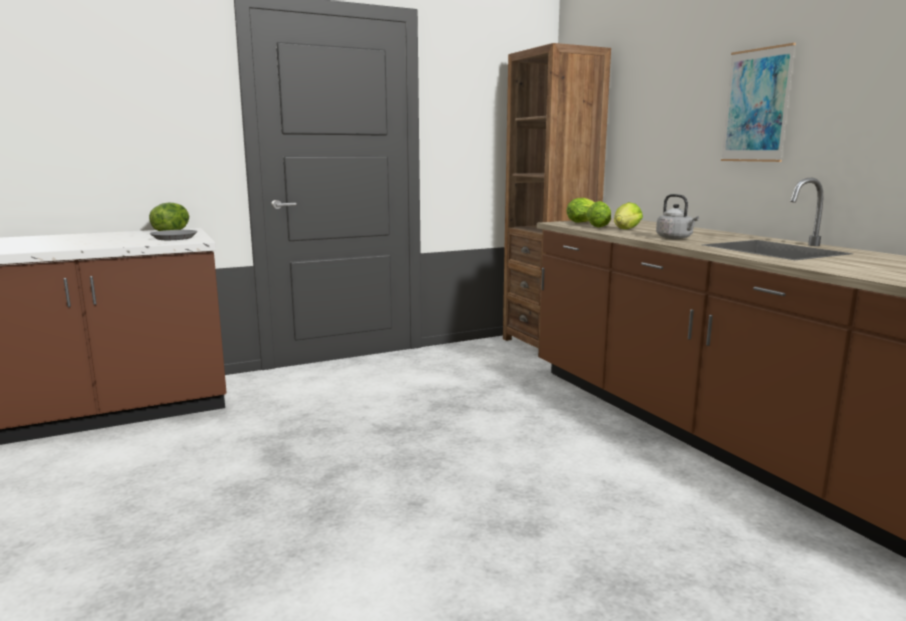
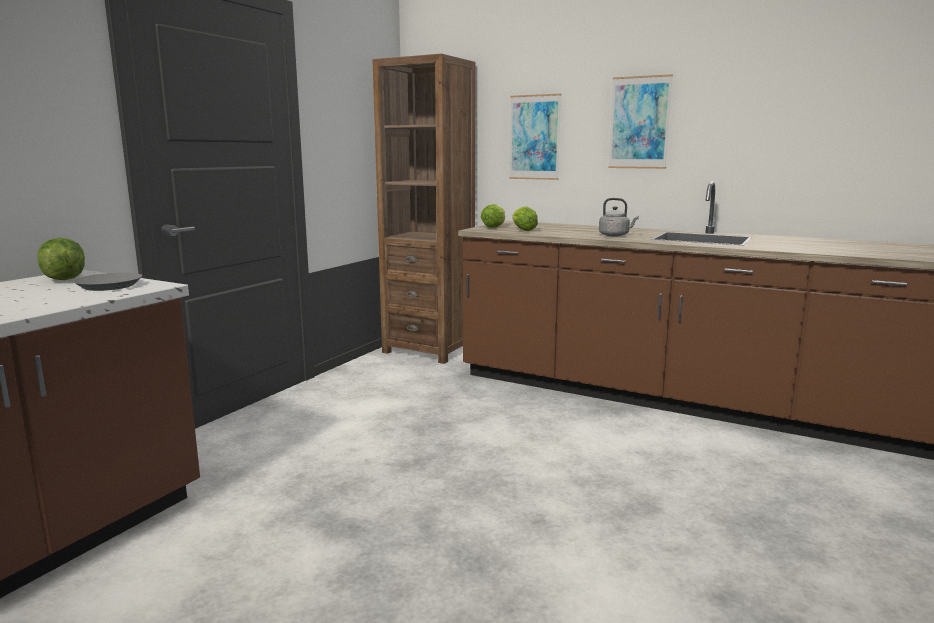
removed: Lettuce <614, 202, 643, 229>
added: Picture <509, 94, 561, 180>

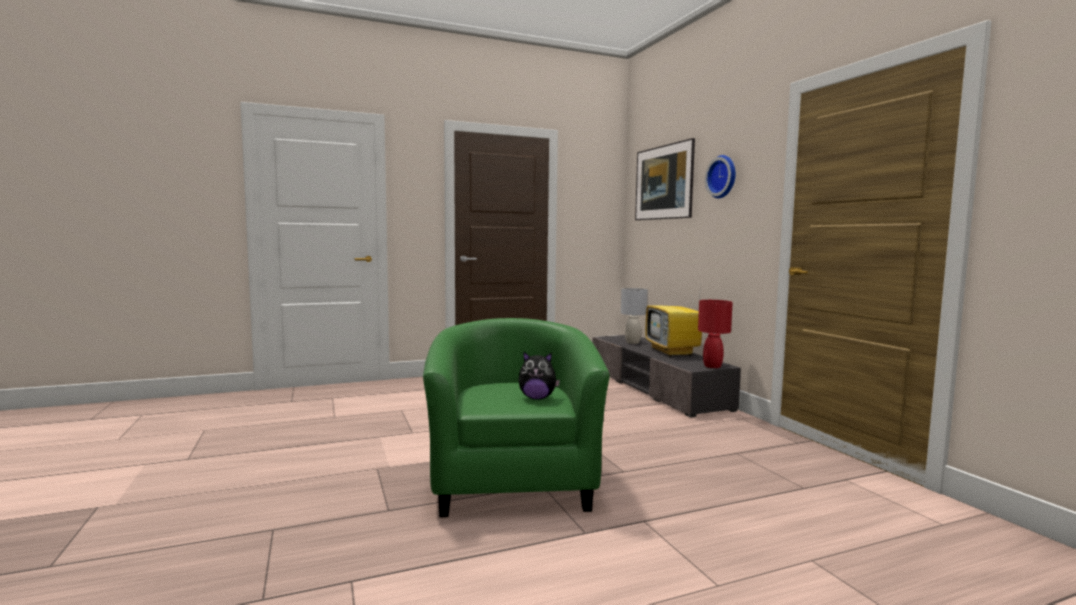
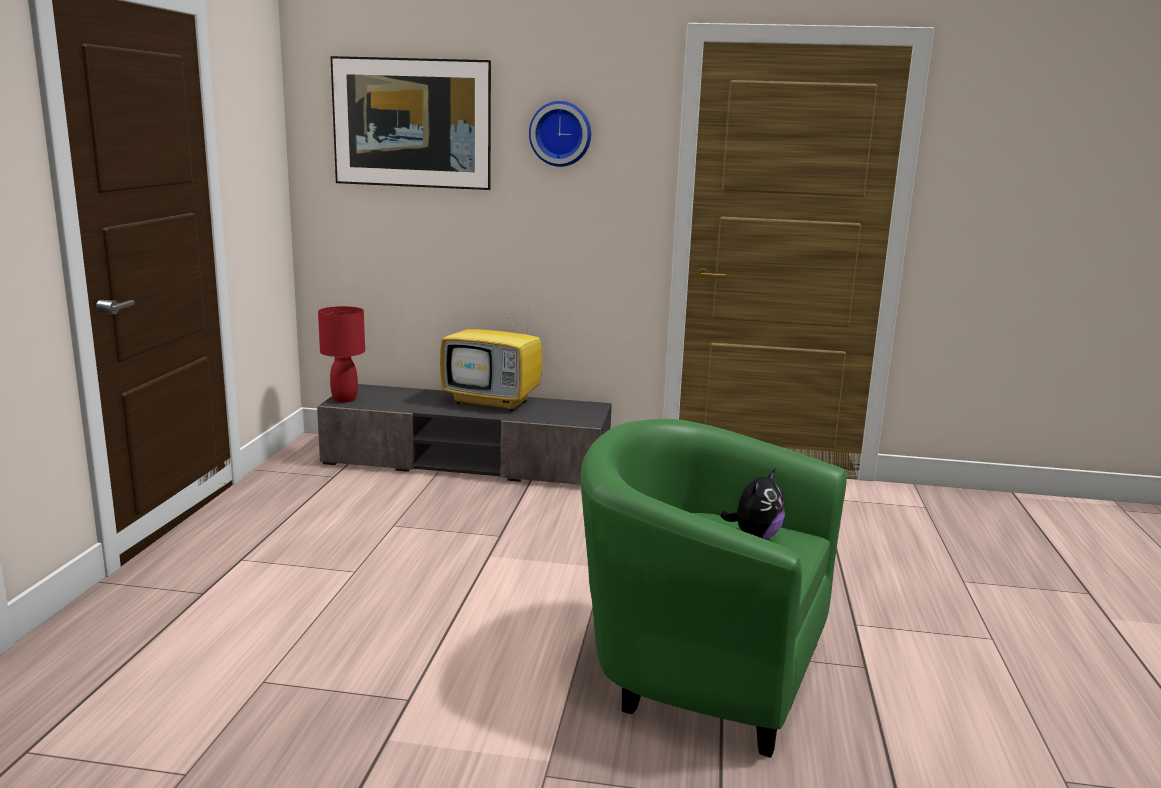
removed: GreyTableLamp <621, 288, 648, 344>
moved: RedTableLamp <698, 300, 733, 368> to <318, 306, 365, 403>

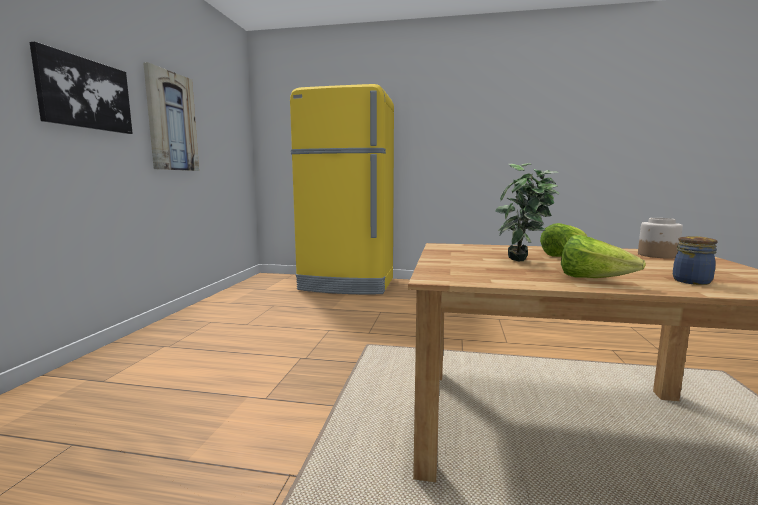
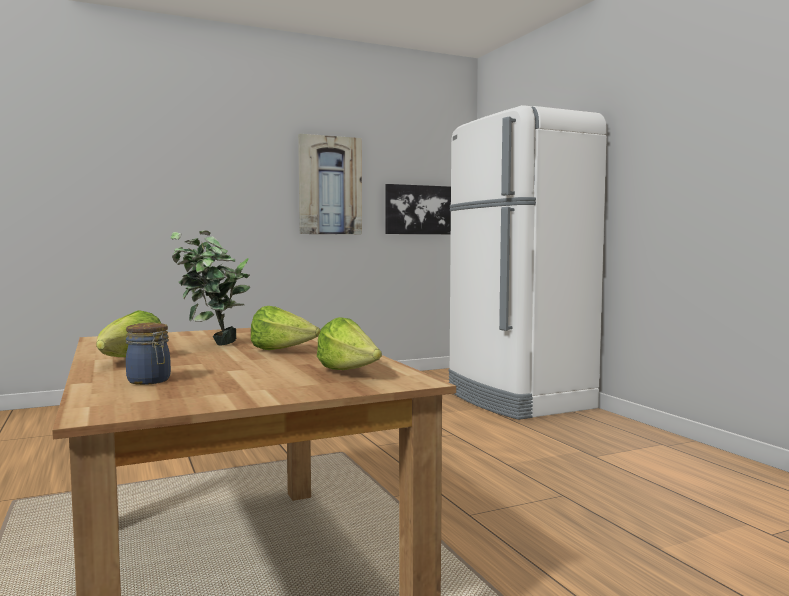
moved: Picture <30, 42, 133, 134> to <385, 184, 451, 234>
replaced: Jar <638, 218, 683, 259> to Lettuce <317, 317, 382, 370>
recoloured: YellowFridge <290, 84, 394, 294> to WhiteFridge <448, 105, 607, 420>

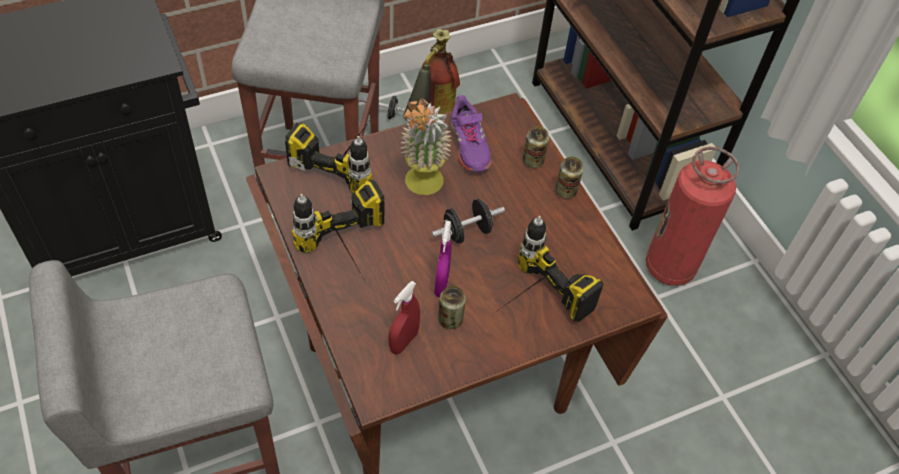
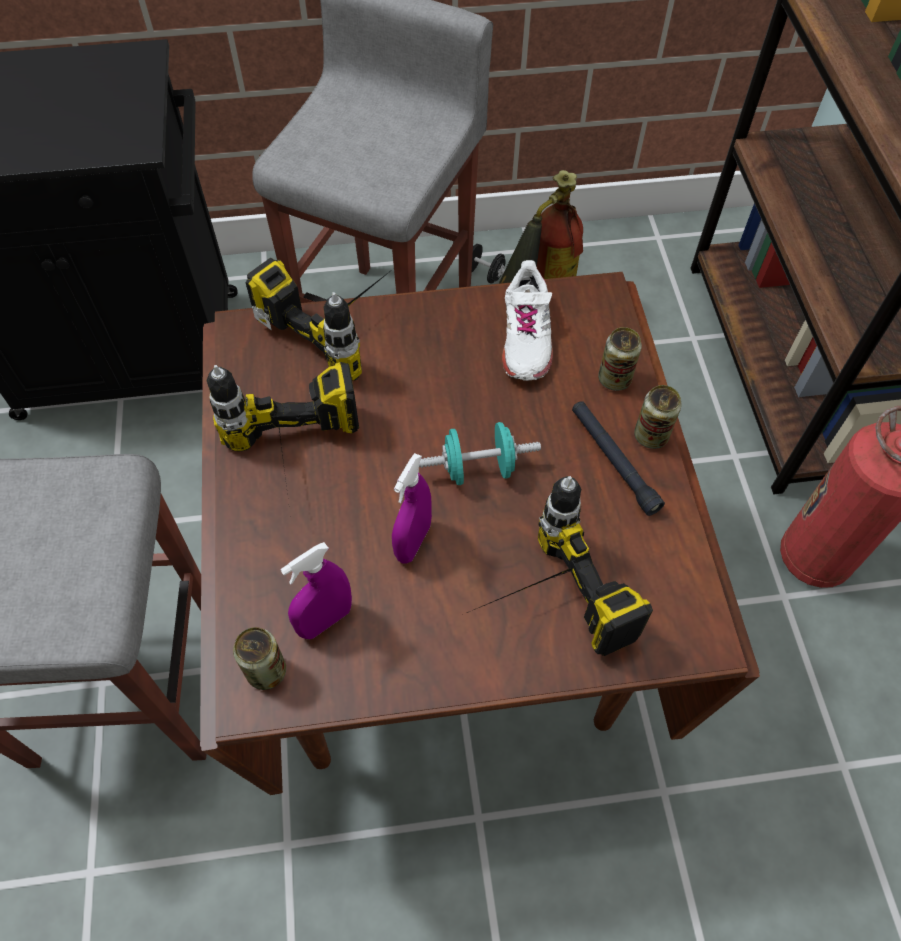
removed: PottedPlant <401, 98, 452, 195>
added: BlackFlashlight <572, 401, 665, 516>
moved: Can <438, 286, 466, 329> to <233, 627, 286, 690>
recoloured: RedSprayBottle <389, 281, 420, 354> to PurpleSprayBottle <280, 542, 352, 639>; BlackDumbbell <432, 199, 505, 244> to TurquoiseDumbbell <419, 422, 541, 485>; PurpleShoe <451, 95, 492, 172> to WhiteShoe <502, 260, 553, 381>

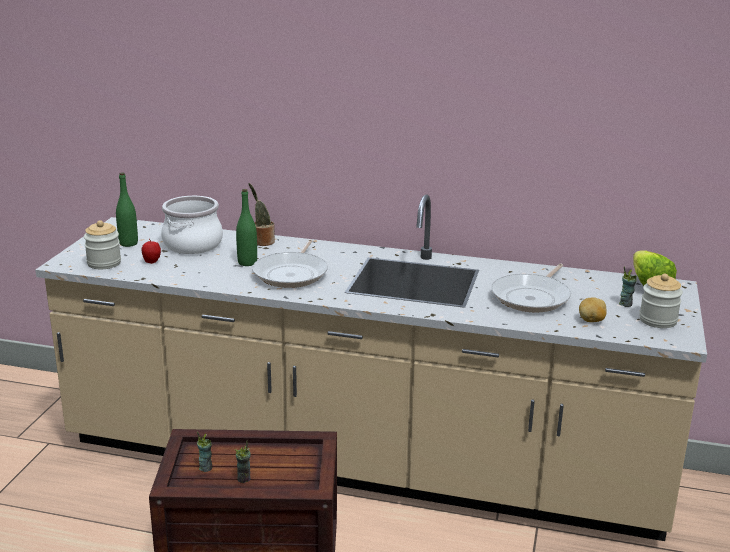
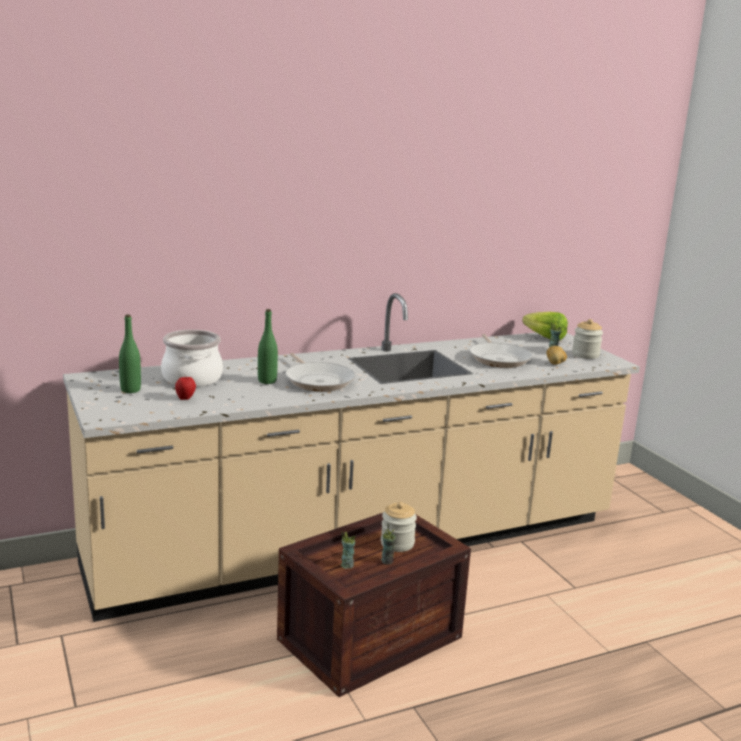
removed: PottedPlant <248, 183, 275, 246>
moved: Jar <84, 220, 121, 269> to <381, 502, 417, 552>

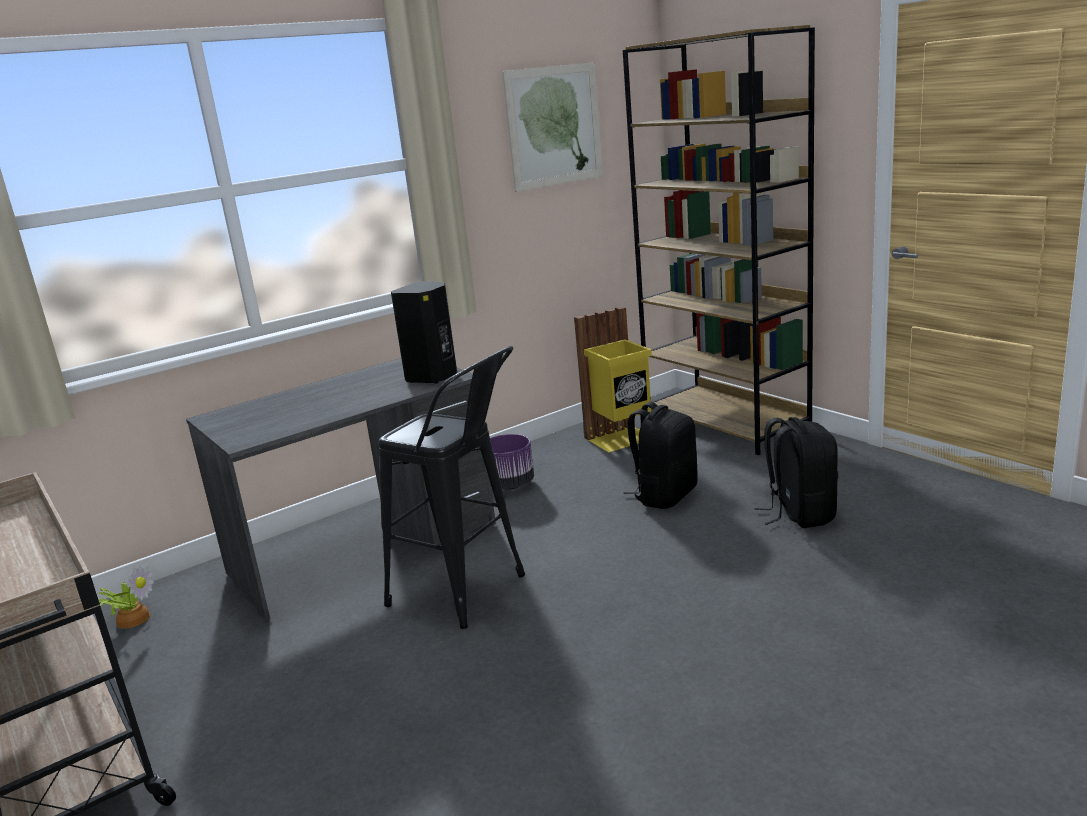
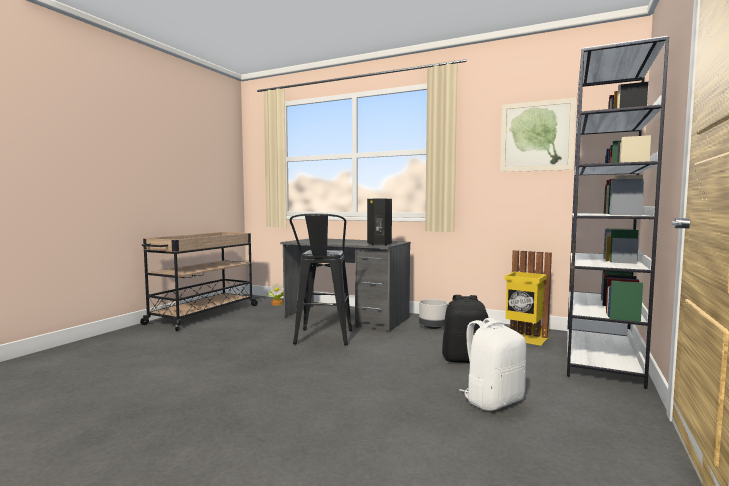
recoloured: PurplePlanter <490, 434, 534, 490> to GreyPlanter <419, 299, 448, 329>; BlackBackpack <754, 417, 838, 528> to WhiteBackpack <459, 318, 526, 411>; BrownBookcase <623, 25, 815, 455> to WhiteBookcase <567, 36, 669, 389>

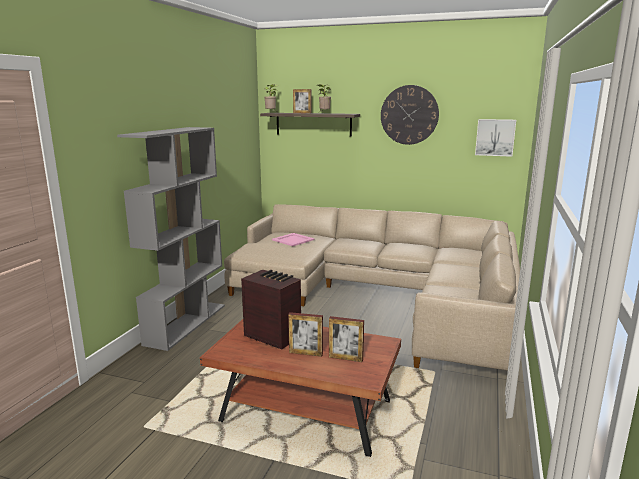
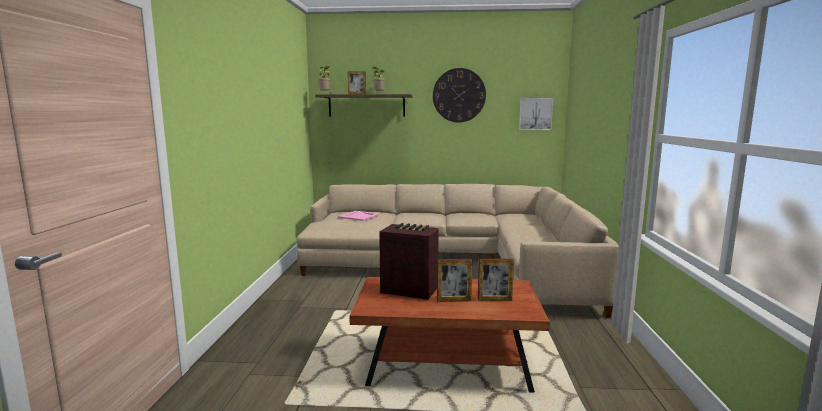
removed: GreyBookcase <117, 127, 225, 351>

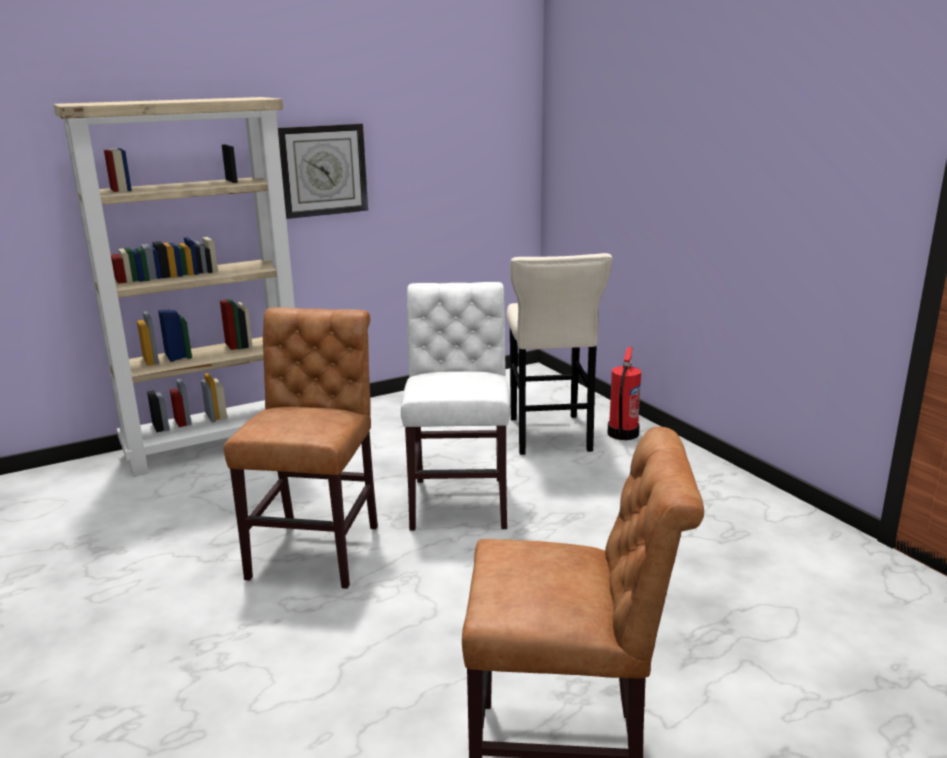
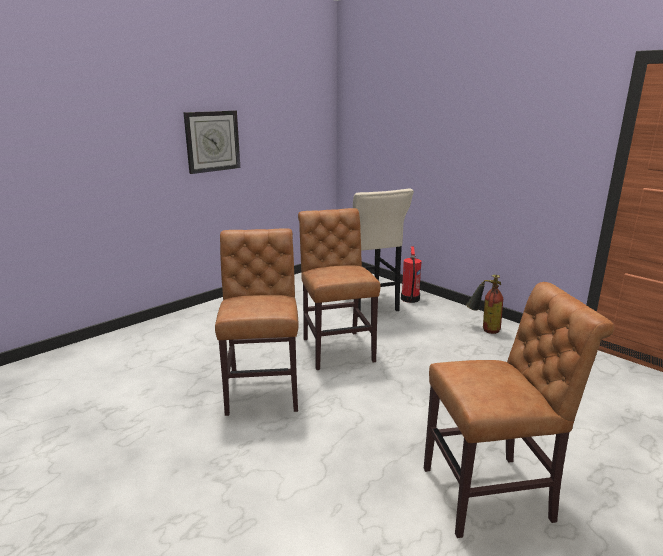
removed: BeigeBookcase <53, 97, 295, 477>
added: FireExtinguisher <466, 275, 503, 334>
recoloured: WhiteChair <401, 282, 511, 531> to BrownChair <298, 208, 381, 370>

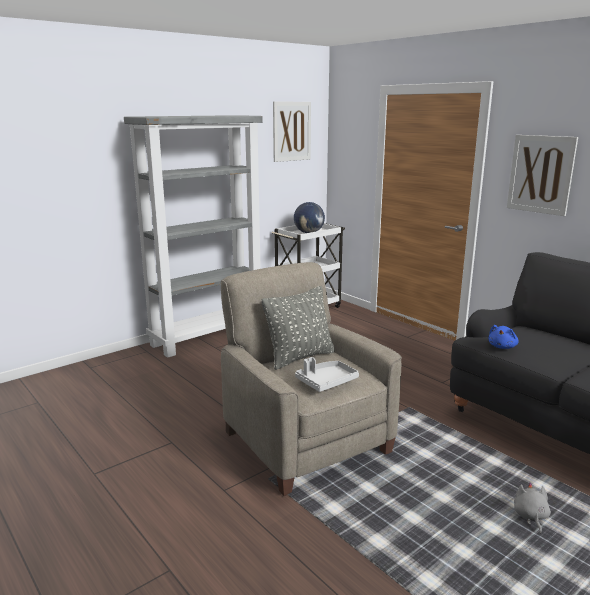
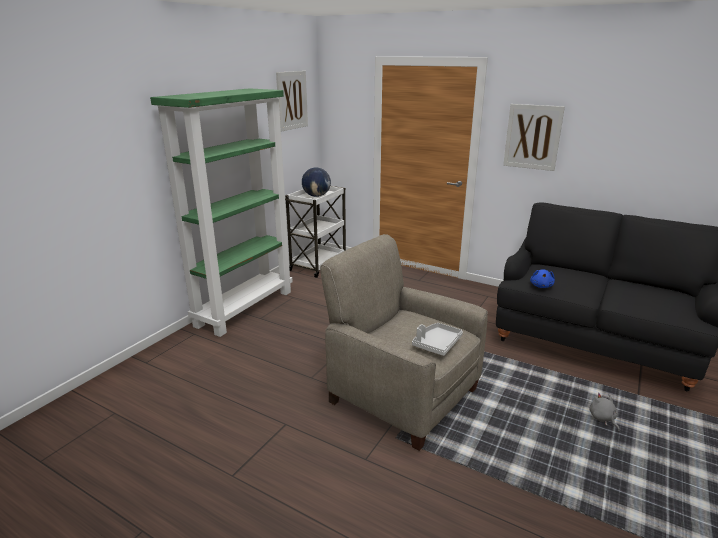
removed: GreyPillow <261, 286, 335, 370>
recoloured: GreyBookcase <124, 115, 263, 358> to GreenBookcase <150, 88, 293, 337>

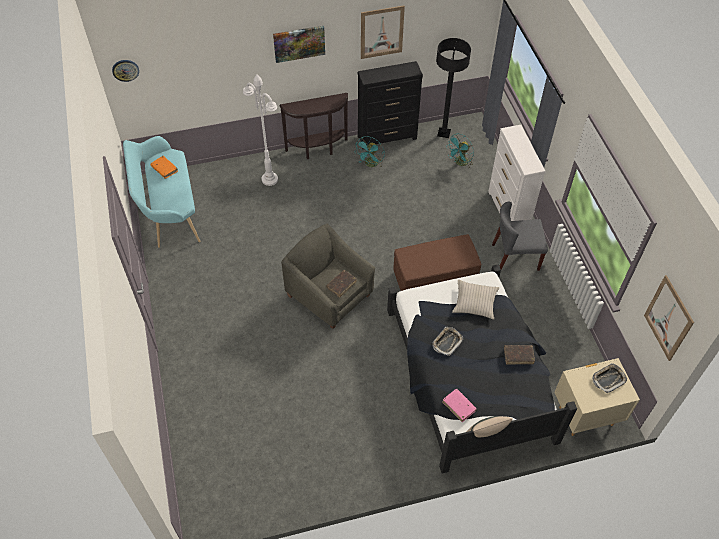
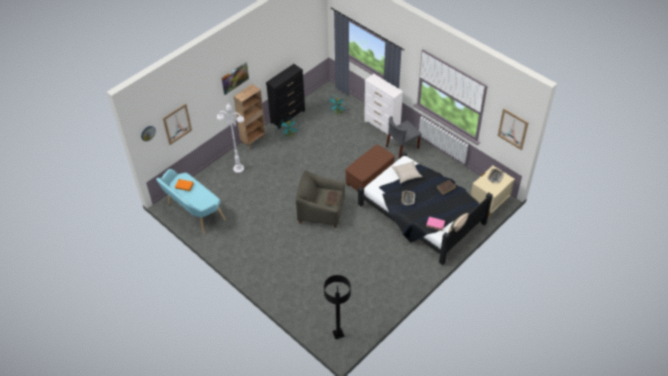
moved: Picture <361, 6, 405, 59> to <163, 104, 192, 145>; BlackFloorLamp <436, 38, 471, 138> to <324, 275, 351, 340>
replaced: BrownConsoleTable <279, 93, 348, 159> to BrownBookcase <234, 84, 266, 149>

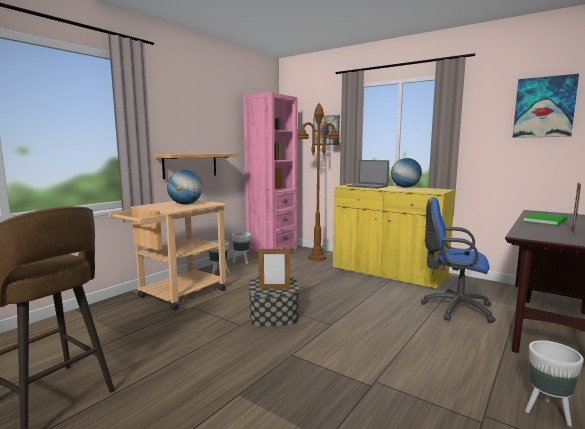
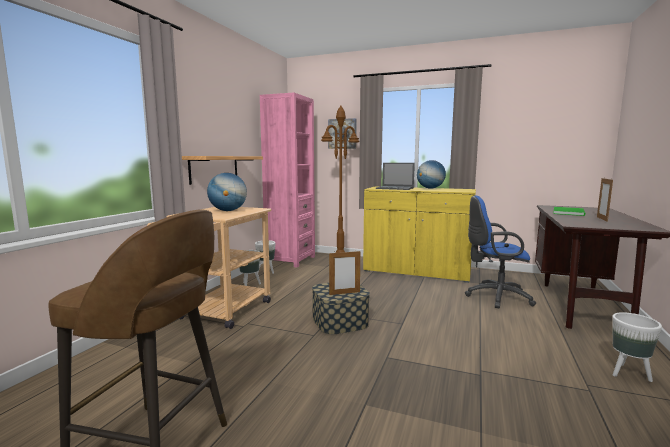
removed: Picture <513, 74, 579, 138>

